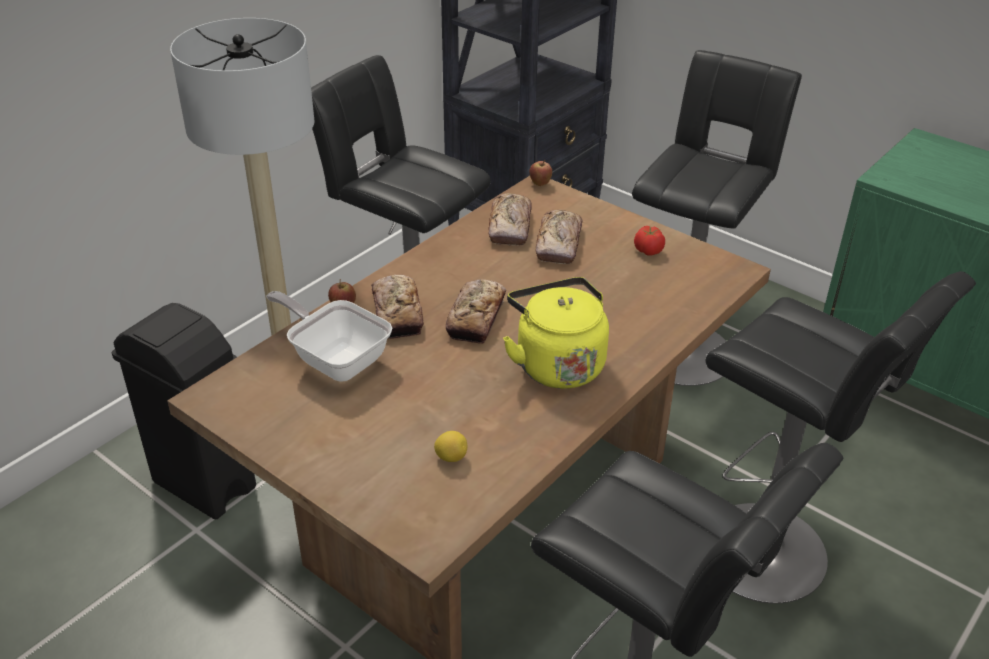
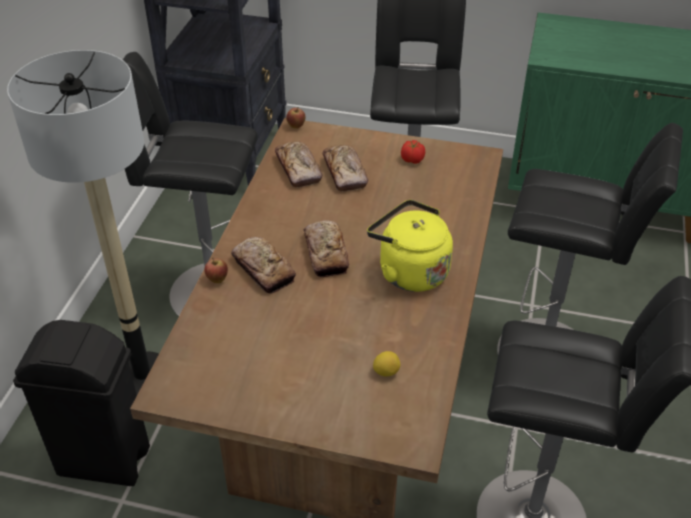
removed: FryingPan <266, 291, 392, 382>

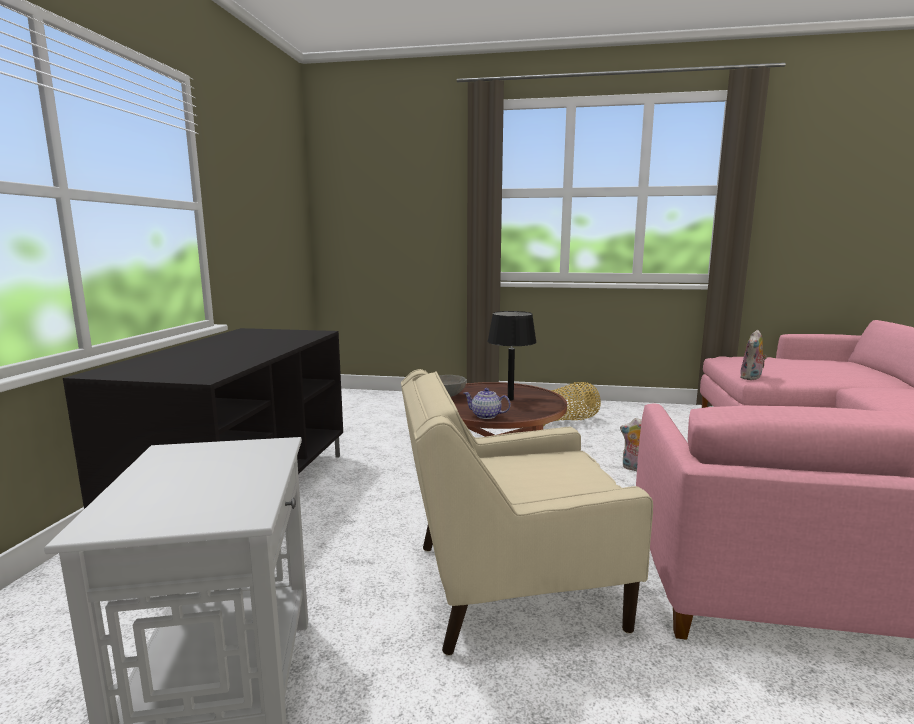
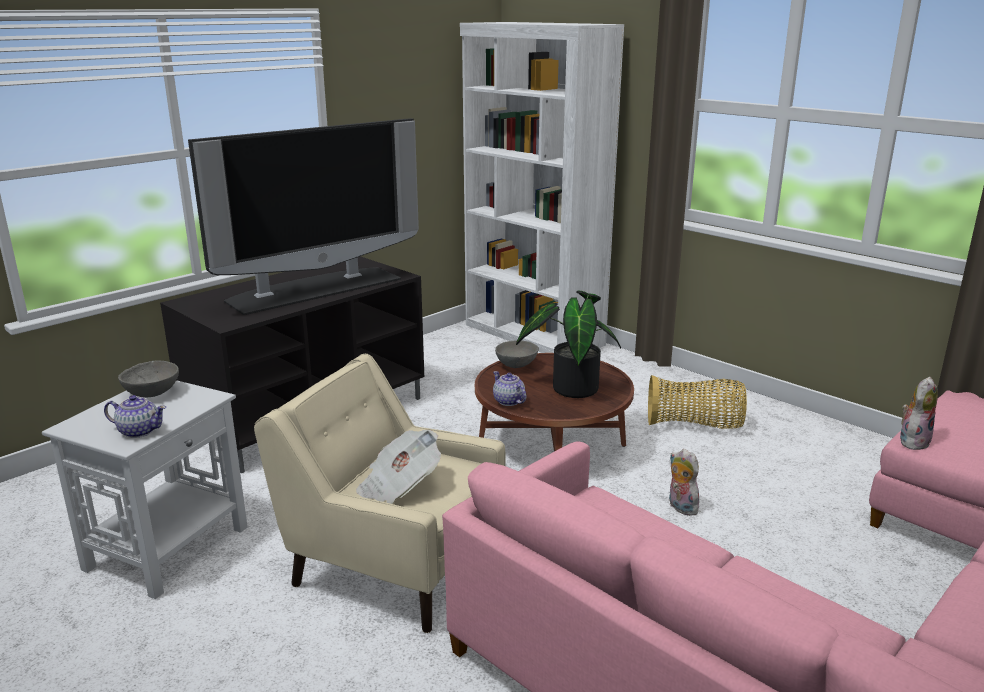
added: Teapot <104, 395, 166, 438>; GreyBowl <118, 360, 179, 397>; Television <188, 118, 419, 315>; Newspaper <356, 430, 441, 504>; WhiteBookcase <460, 22, 624, 353>
replaced: BlackTableLamp <487, 311, 537, 401> to PottedPlant <516, 290, 621, 398>
turned: PlushToy <740, 330, 767, 380> = <900, 377, 938, 450> 150 degrees clockwise

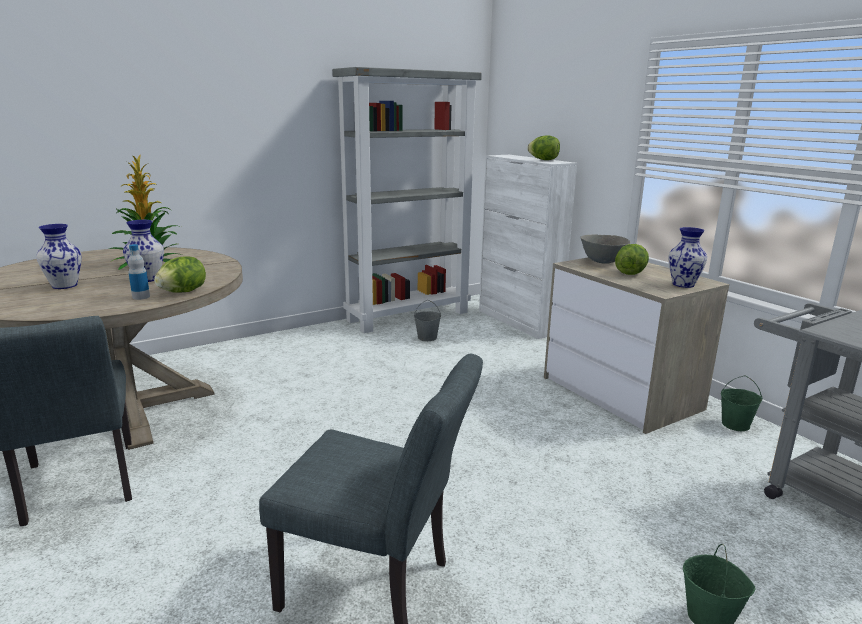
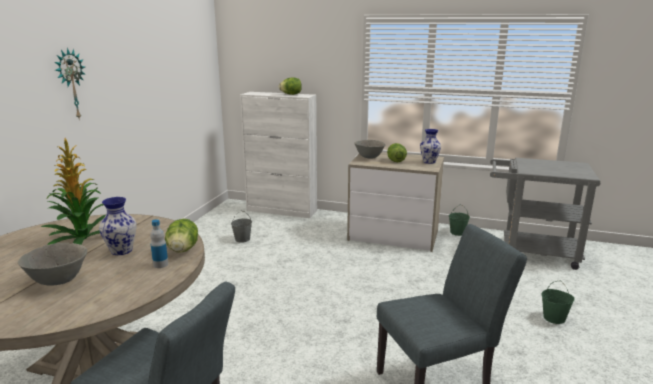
removed: GreyBookcase <332, 67, 482, 333>
added: WallClock <55, 48, 86, 120>
replaced: Vase <36, 224, 82, 289> to GreyBowl <18, 243, 87, 285>

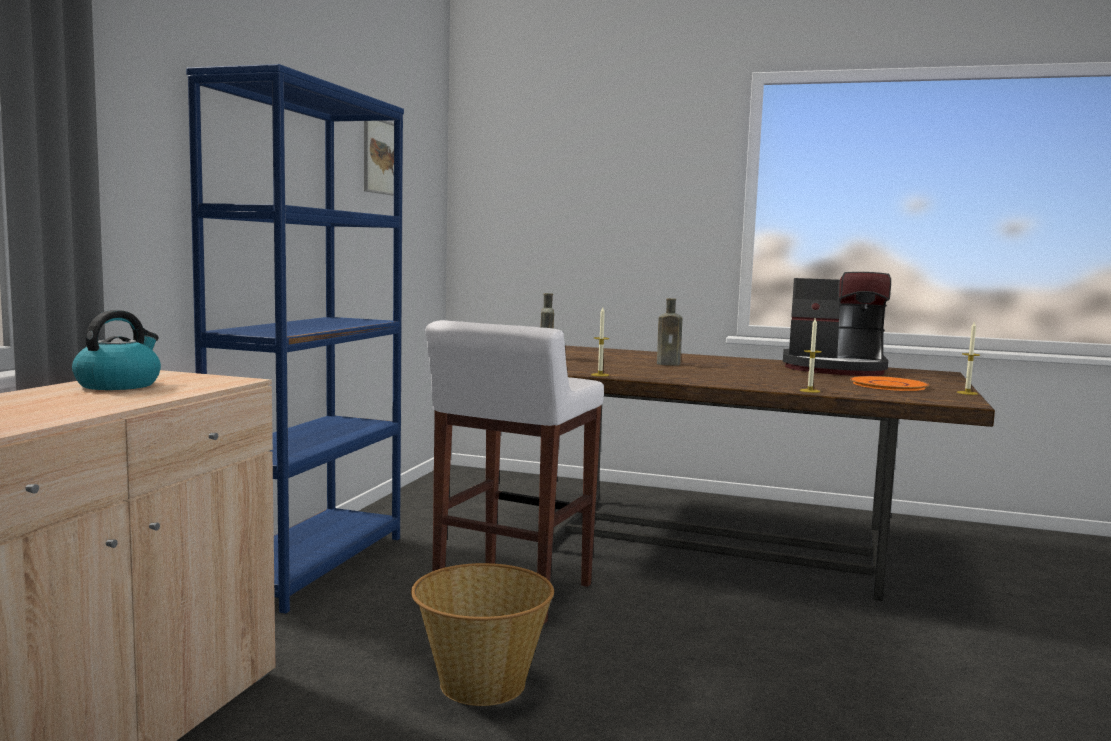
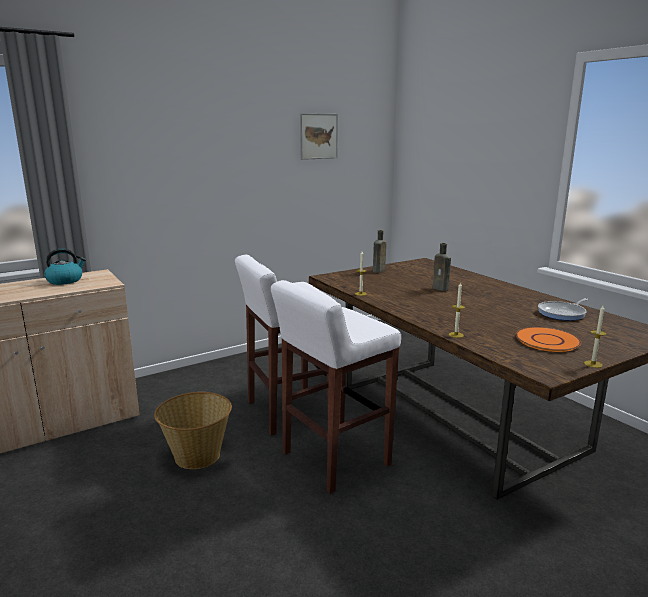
removed: BlueBookcase <186, 64, 404, 614>
added: WhiteStool <271, 280, 401, 494>
replaced: CoffeeMachine <783, 272, 891, 376> to FryingPan <538, 298, 588, 321>

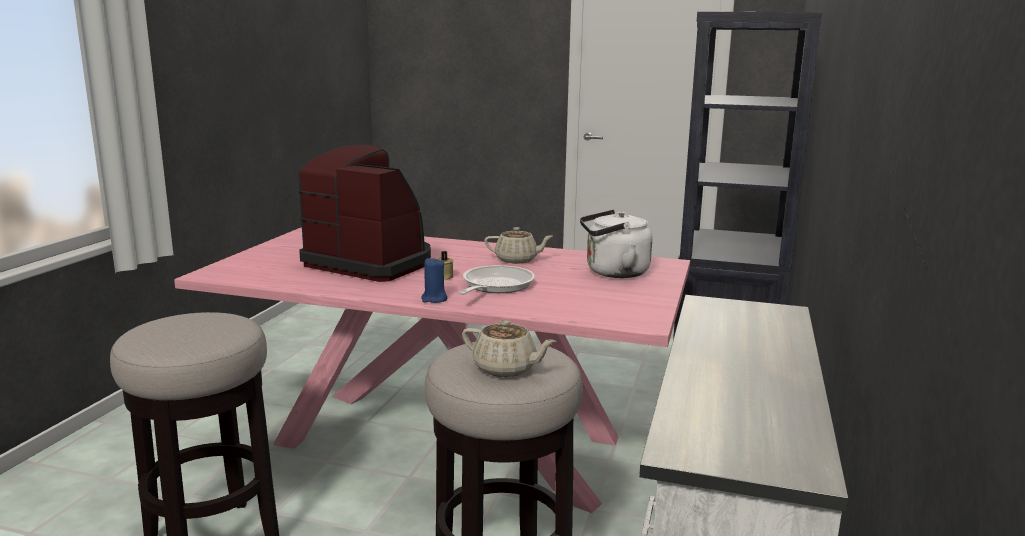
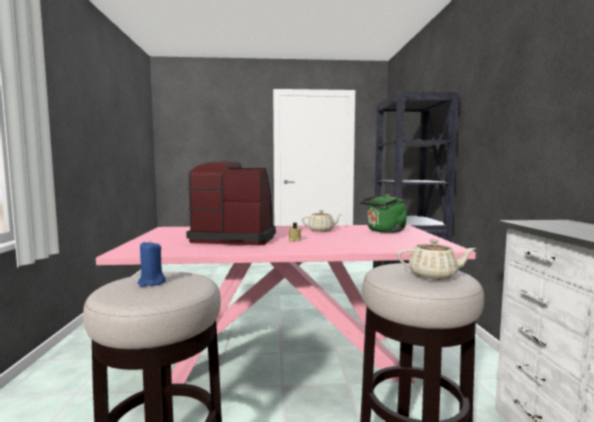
removed: FryingPan <458, 265, 535, 295>
moved: BlueCandle <421, 257, 448, 303> to <138, 241, 166, 287>
recoloured: WhiteKettle <580, 210, 652, 278> to GreenKettle <360, 194, 408, 233>

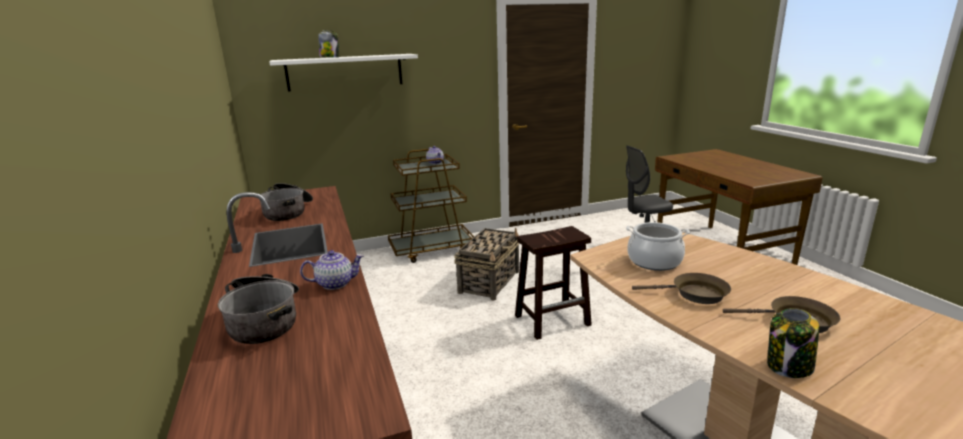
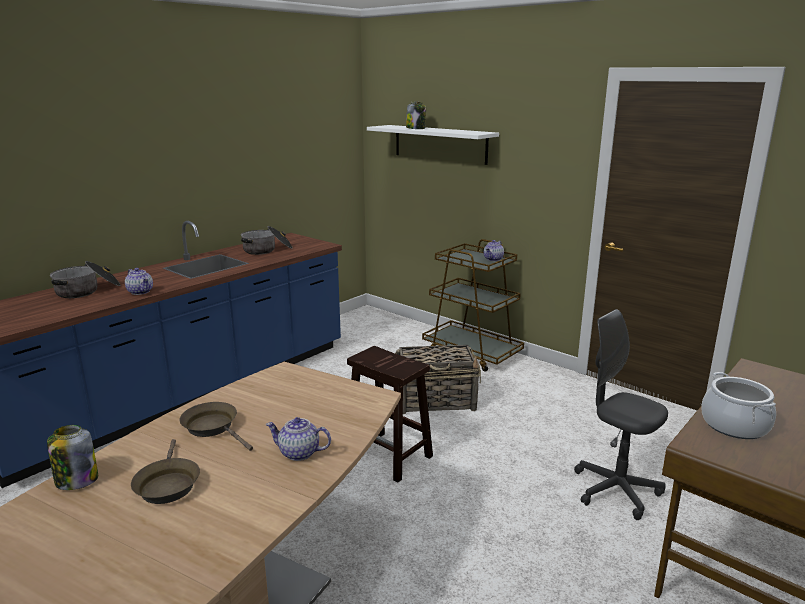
added: Teapot <266, 417, 331, 461>
moved: CookingPot <626, 222, 690, 271> to <701, 372, 776, 439>
turned: BrownFryingPan <632, 273, 731, 304> = <179, 402, 253, 451> 150 degrees clockwise

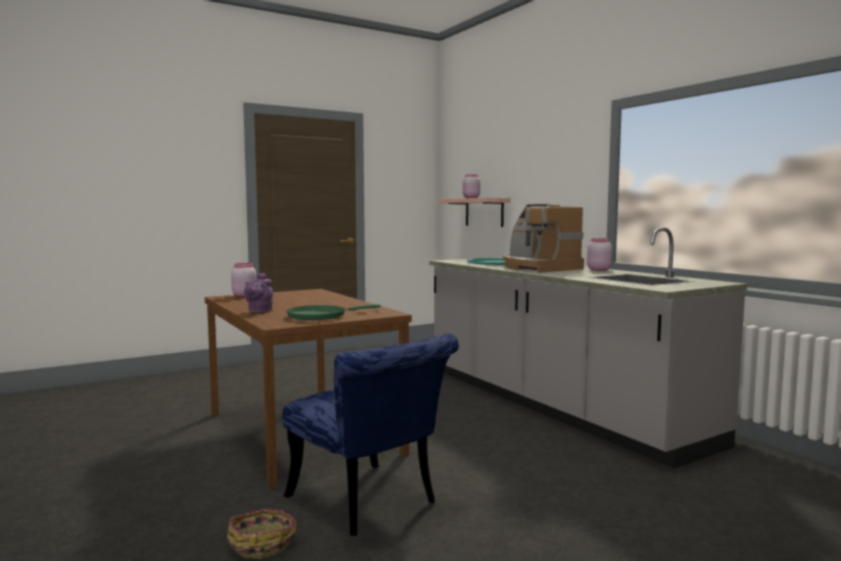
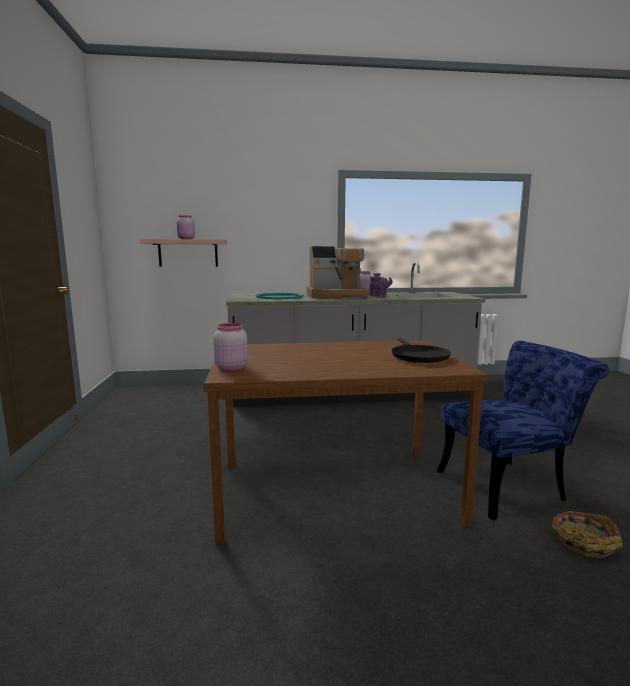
moved: PurpleTeapot <244, 273, 273, 313> to <370, 273, 393, 297>
recoloured: GreenFryingPan <286, 304, 381, 320> to BlackFryingPan <392, 338, 451, 363>

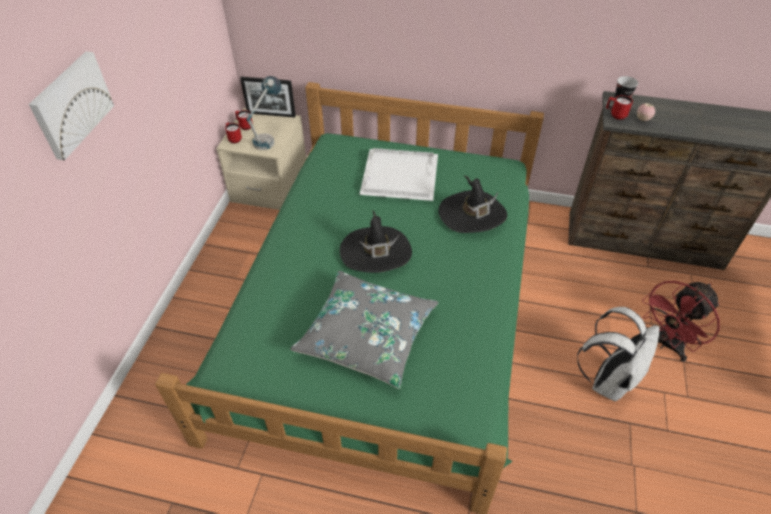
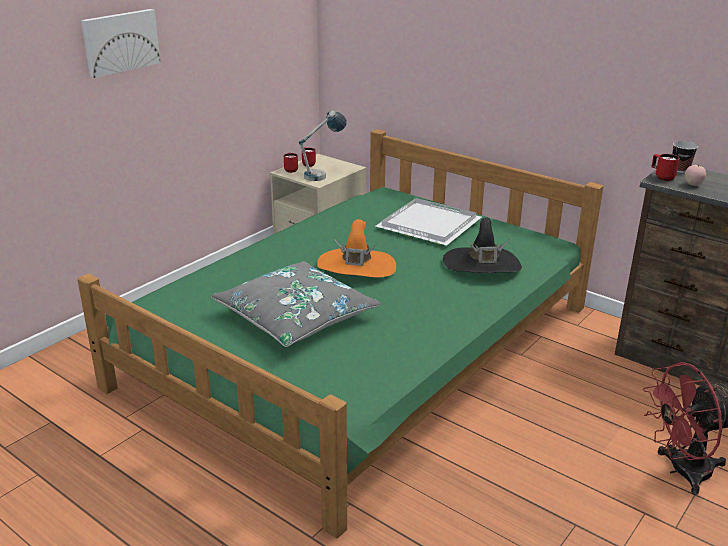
removed: PictureFrame <240, 77, 296, 118>; WhiteBackpack <577, 307, 659, 401>
recoloured: BlackHat <340, 210, 412, 273> to OrangeHat <317, 219, 396, 277>

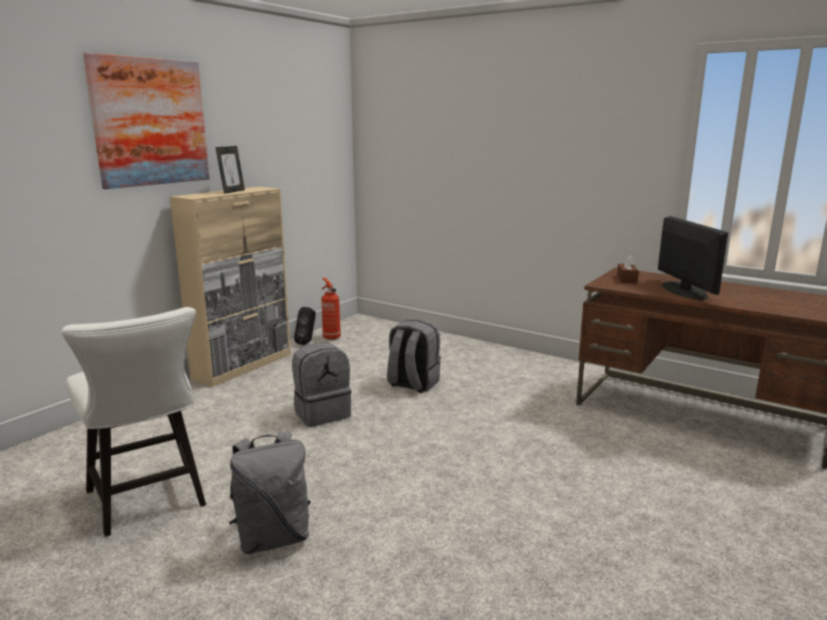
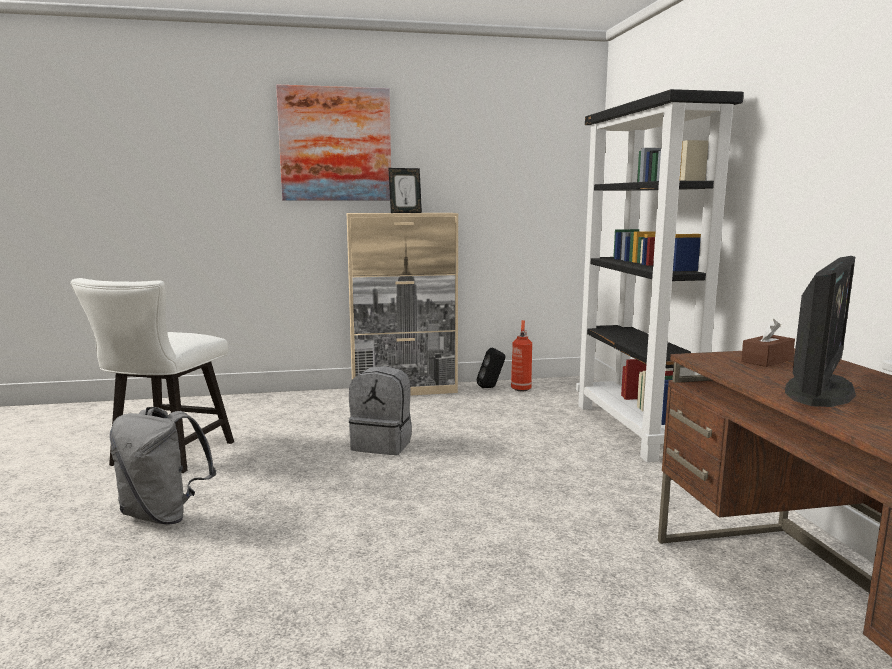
removed: GreyBackpack <387, 319, 441, 393>
added: BlackBookcase <576, 89, 744, 463>

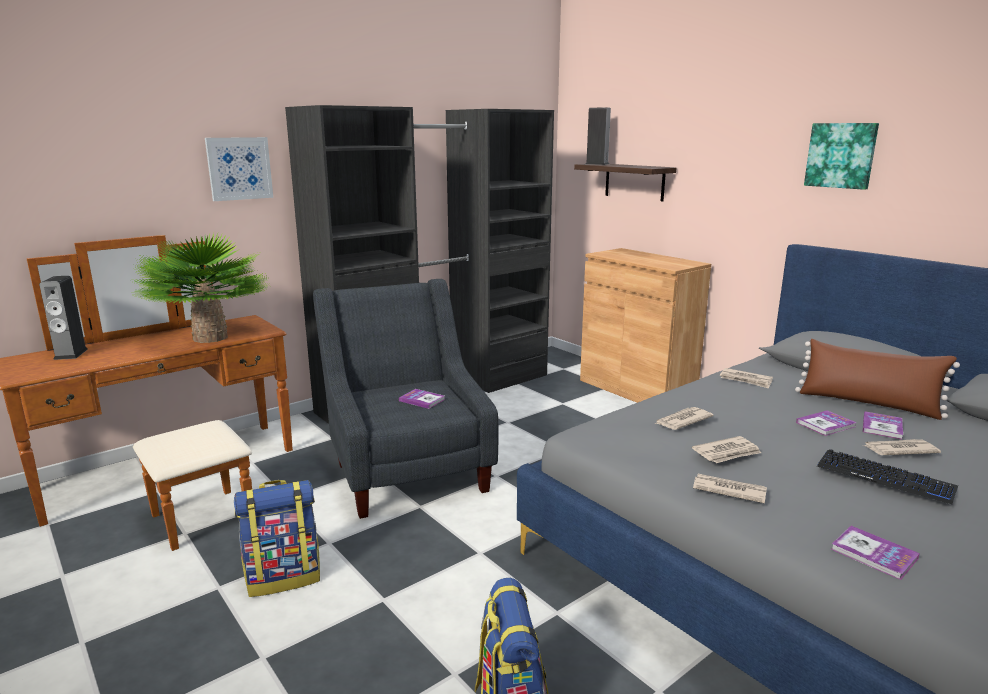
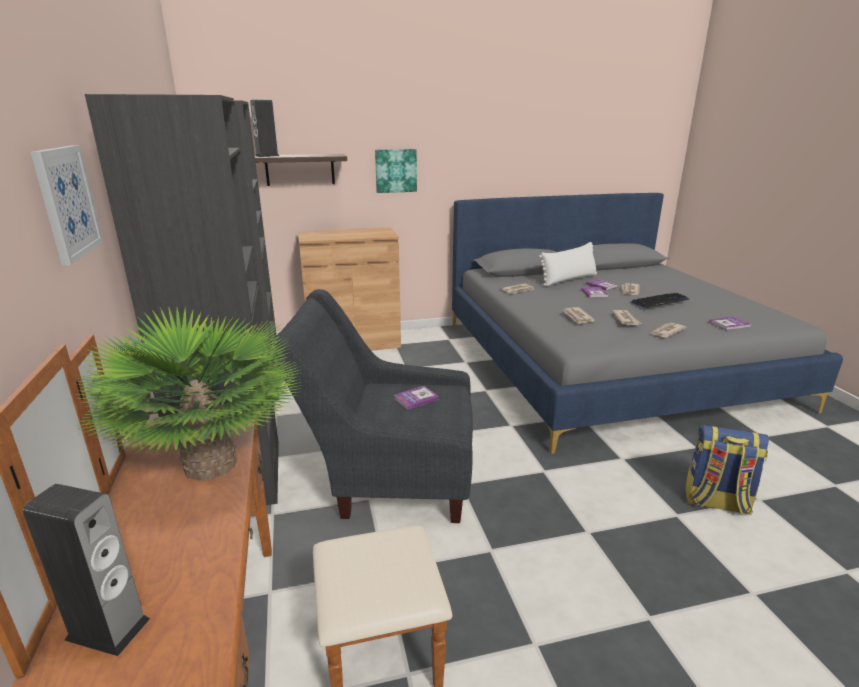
removed: Backpack <234, 480, 320, 597>
moved: Picture <804, 123, 879, 190> to <375, 149, 417, 193>
recoloured: BrownPillow <795, 339, 960, 420> to WhitePillow <539, 242, 597, 286>

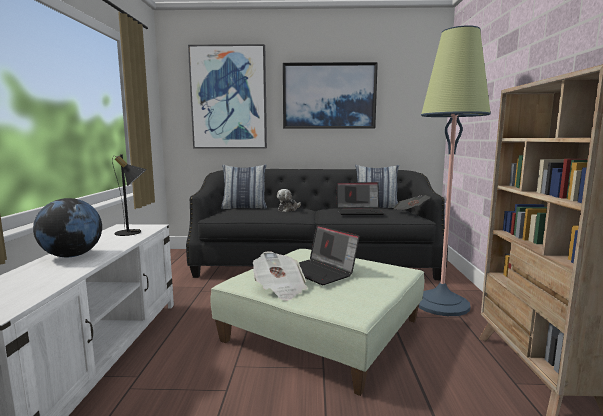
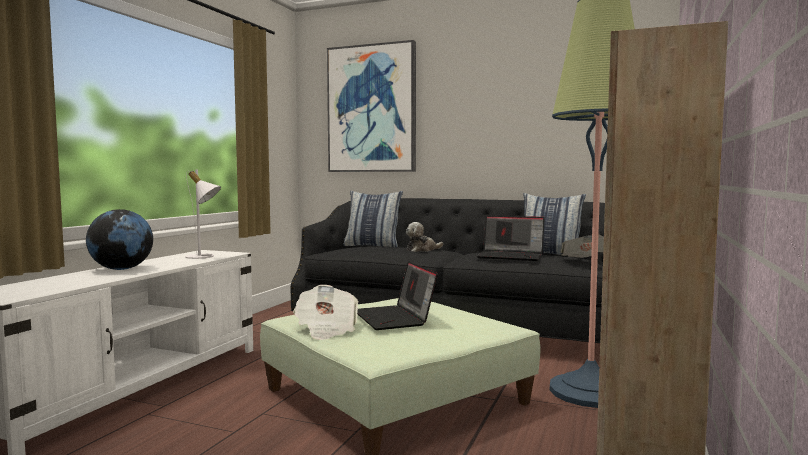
removed: Picture <283, 62, 378, 129>
recoloured: BlackTableLamp <112, 154, 147, 236> to WhiteTableLamp <185, 170, 221, 259>

